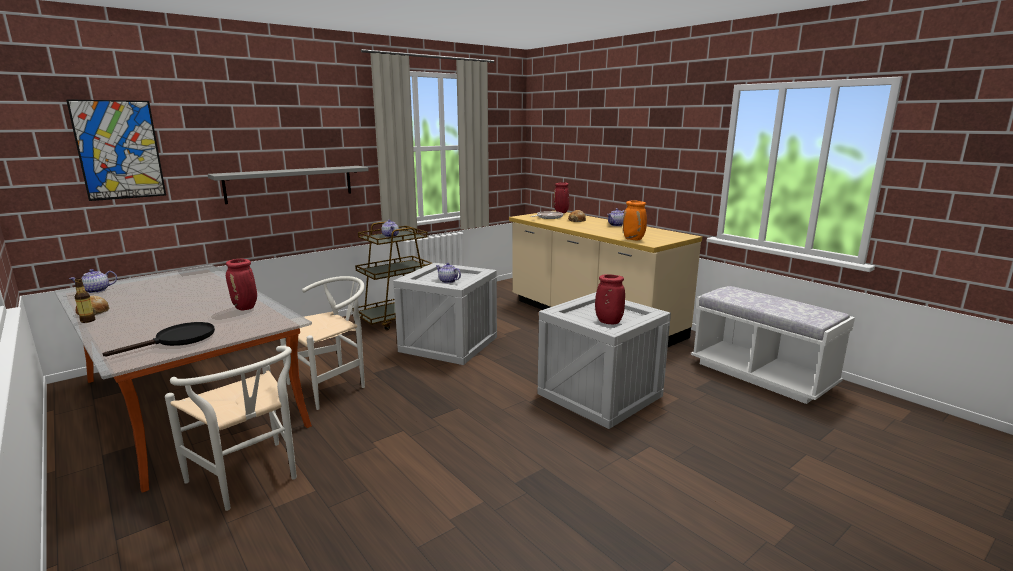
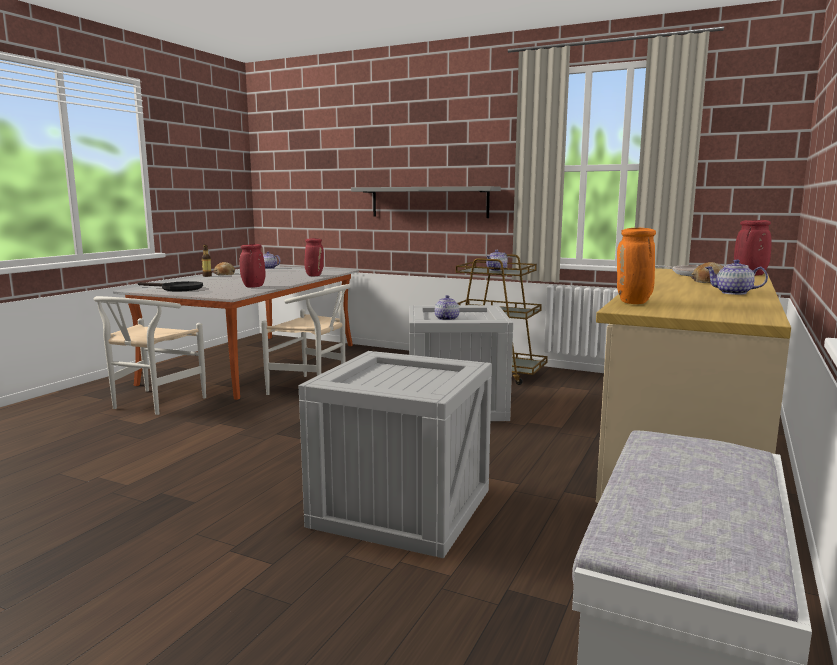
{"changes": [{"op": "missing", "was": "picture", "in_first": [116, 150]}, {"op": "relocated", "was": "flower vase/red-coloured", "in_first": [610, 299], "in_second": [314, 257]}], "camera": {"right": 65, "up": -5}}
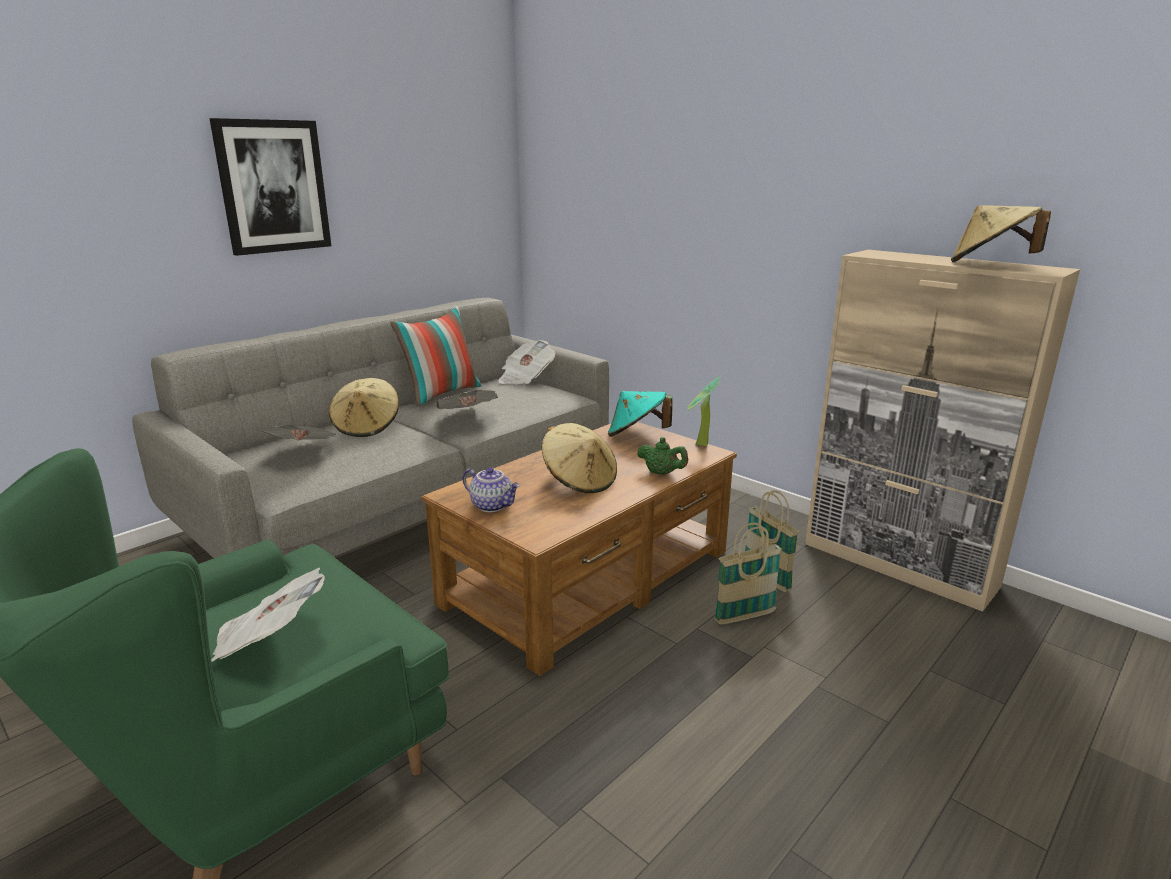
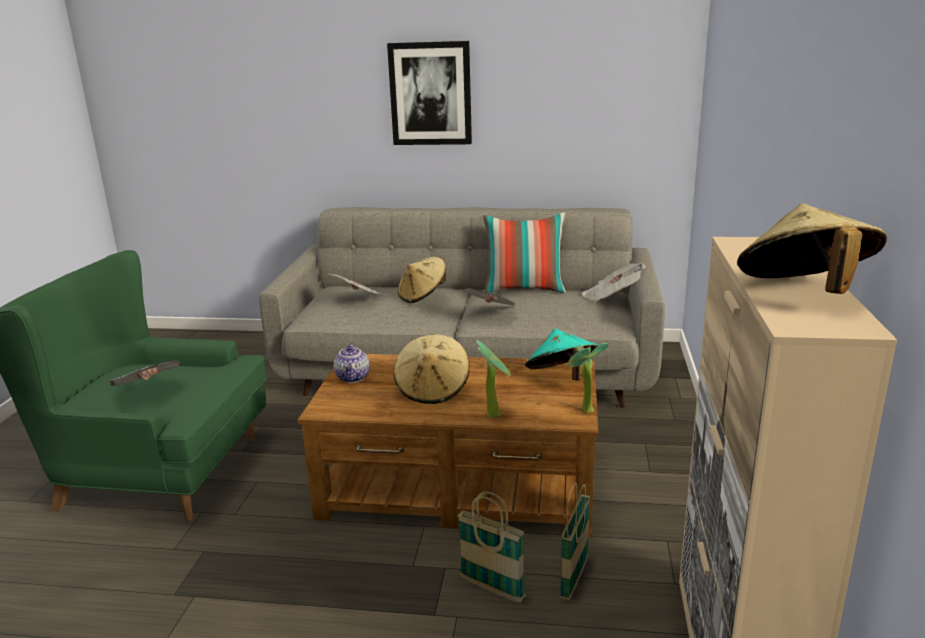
{"changes": [{"op": "exchanged", "was": "tea pot/greenish", "now": "plant in a pot", "in_first": [662, 456], "in_second": [493, 379]}], "camera": {"right": 55, "up": 0}}
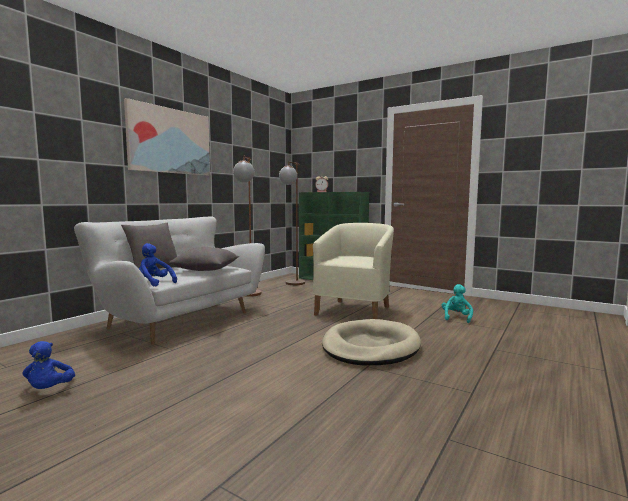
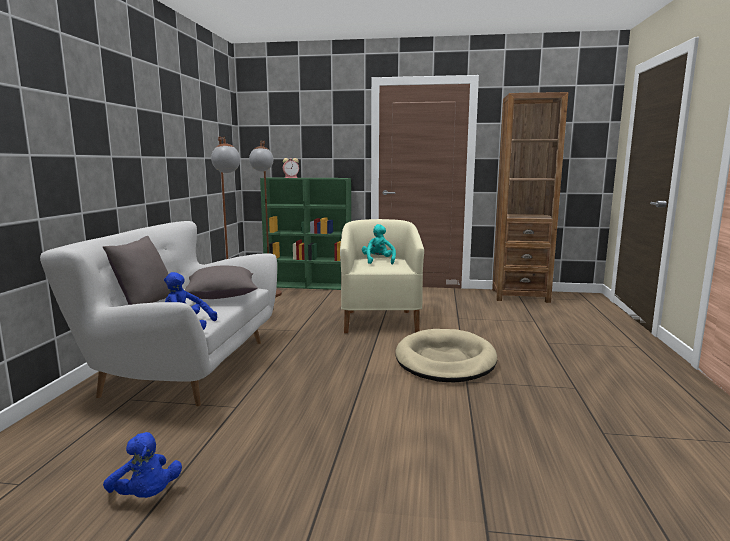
{"changes": [{"op": "missing", "was": "picture", "in_first": [167, 136]}, {"op": "relocated", "was": "plush toy/blue-green", "in_first": [457, 303], "in_second": [379, 244]}, {"op": "appeared", "now": "shelving unit/brownish", "in_second": [530, 197]}], "camera": {"right": -25, "up": 5}}
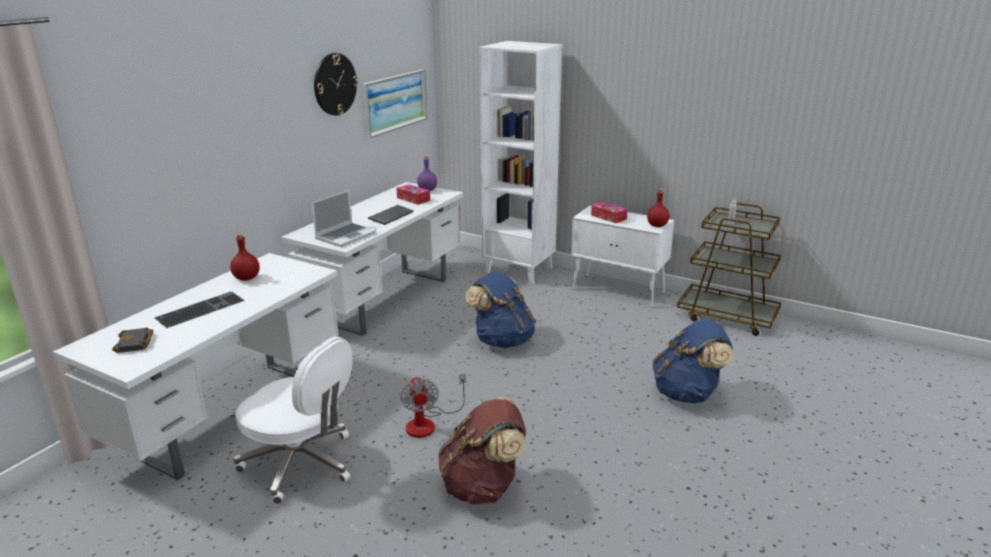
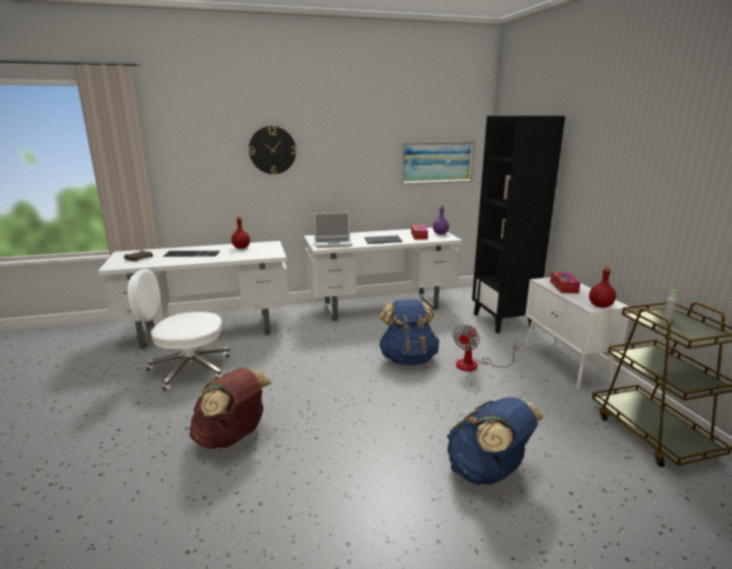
{"changes": [{"op": "colour", "was": "shelving unit/white-coloured", "now": "shelving unit/black-coloured", "in_first": [520, 162], "in_second": [518, 225]}, {"op": "relocated", "was": "wall clock", "in_first": [336, 84], "in_second": [272, 150]}, {"op": "spun", "was": "office chair/white-coloured", "in_first": [293, 420], "in_second": [179, 330], "clockwise": 105}, {"op": "relocated", "was": "cooling fan", "in_first": [433, 406], "in_second": [486, 348]}], "camera": {"right": 45, "up": -5}}
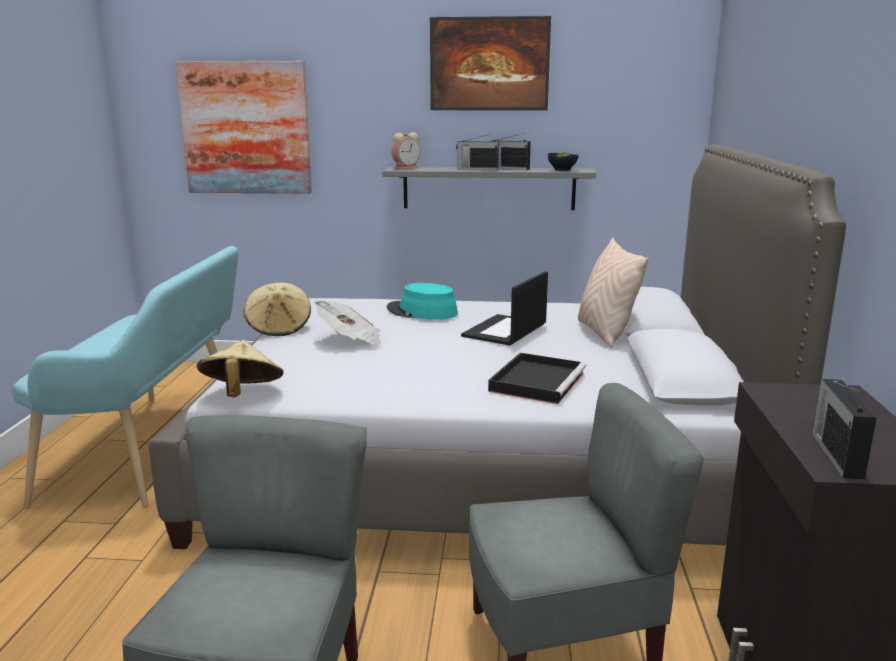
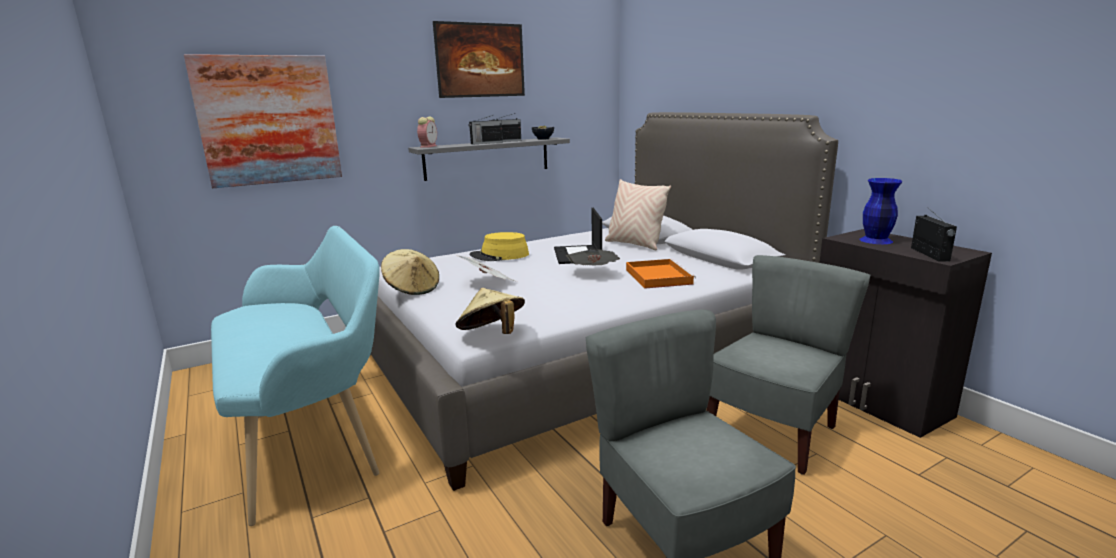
{"changes": [{"op": "colour", "was": "hat/blue-green", "now": "hat/yellow-coloured", "in_first": [422, 301], "in_second": [499, 246]}, {"op": "colour", "was": "serving tray/black-coloured", "now": "serving tray/orange", "in_first": [537, 378], "in_second": [661, 274]}, {"op": "spun", "was": "radio", "in_first": [844, 429], "in_second": [934, 234], "clockwise": -150}, {"op": "appeared", "now": "flower vase/bluish", "in_second": [880, 211]}, {"op": "appeared", "now": "daily paper", "in_second": [592, 257]}], "camera": {"right": -35, "up": 0}}
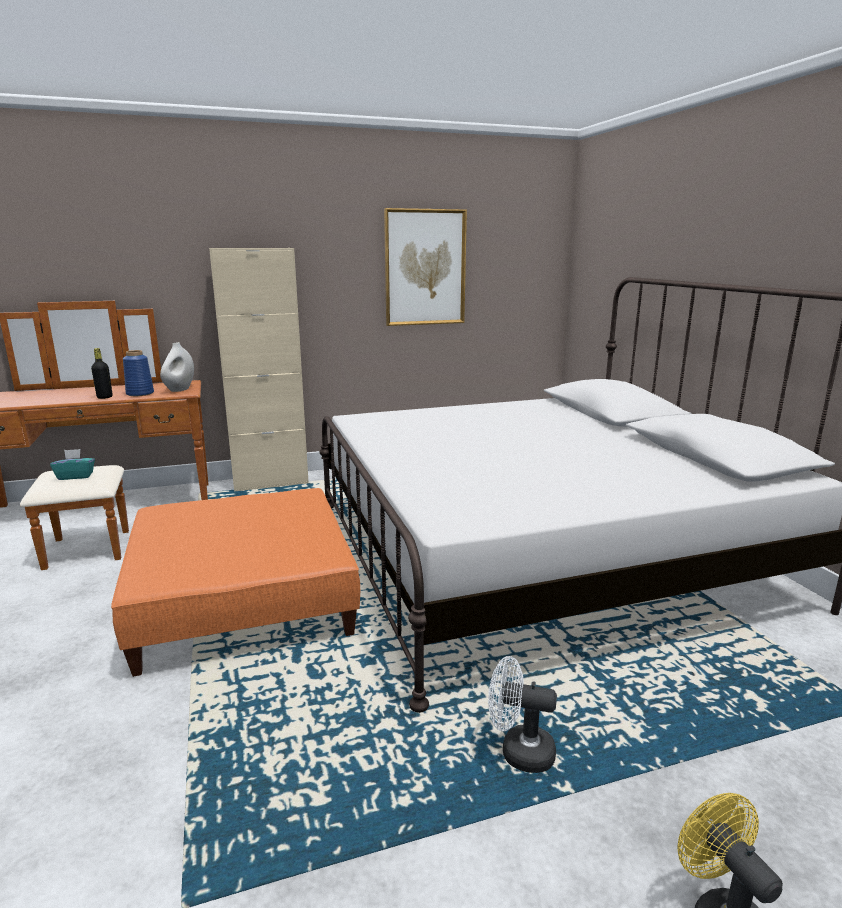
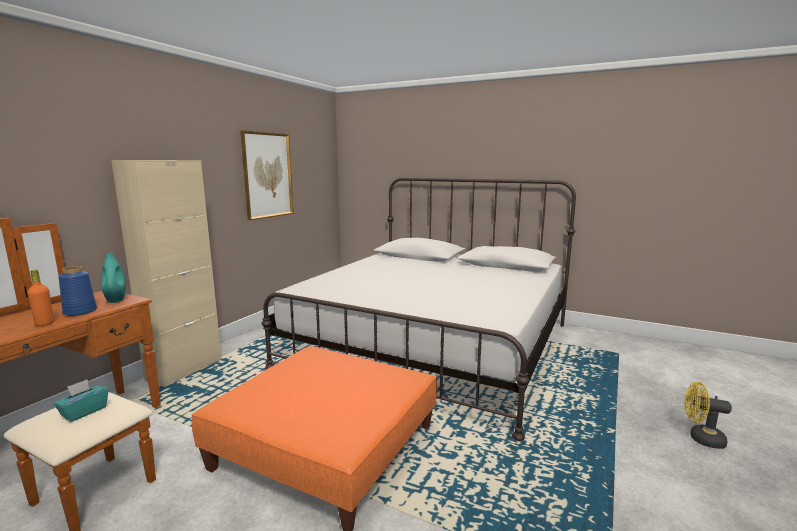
{"changes": [{"op": "colour", "was": "flower vase/white-coloured", "now": "flower vase/blue-green", "in_first": [177, 367], "in_second": [114, 278]}, {"op": "colour", "was": "beverage bottle/black-coloured", "now": "beverage bottle/orange", "in_first": [102, 373], "in_second": [41, 298]}, {"op": "missing", "was": "cooling fan/white-coloured", "in_first": [522, 714]}], "camera": {"right": -45, "up": -5}}
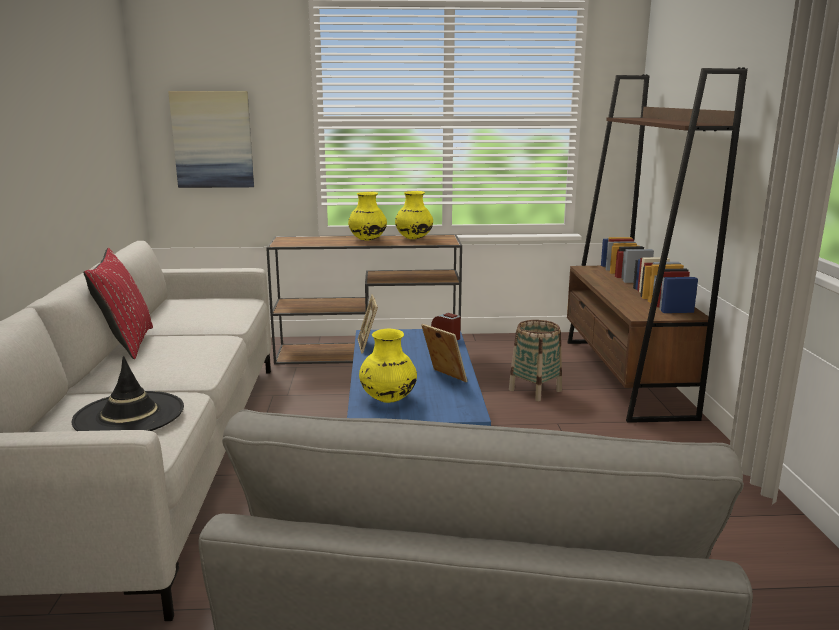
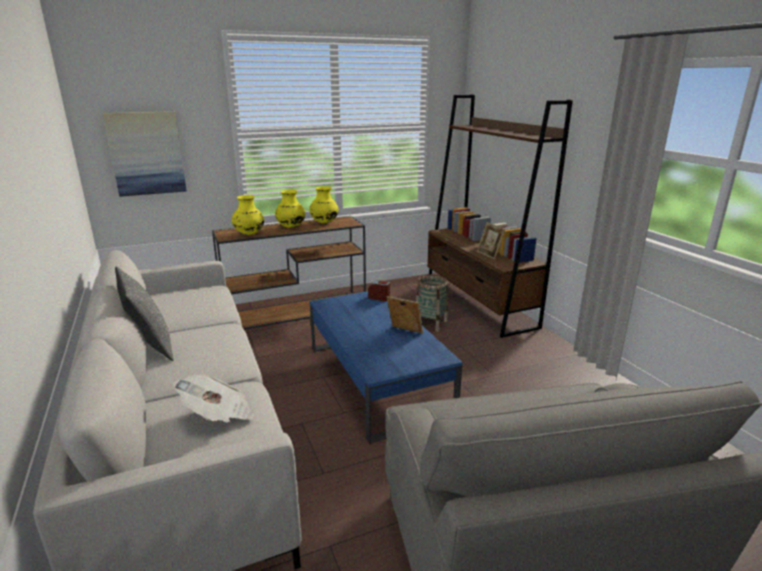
{"changes": [{"op": "colour", "was": "throw pillow/red-coloured", "now": "throw pillow/gray", "in_first": [118, 303], "in_second": [144, 313]}, {"op": "relocated", "was": "picture frame", "in_first": [367, 324], "in_second": [491, 240]}, {"op": "relocated", "was": "flower vase/yellow-coloured", "in_first": [388, 366], "in_second": [248, 215]}, {"op": "exchanged", "was": "hat/black-coloured", "now": "daily paper", "in_first": [127, 393], "in_second": [214, 398]}], "camera": {"right": -20, "up": 5}}
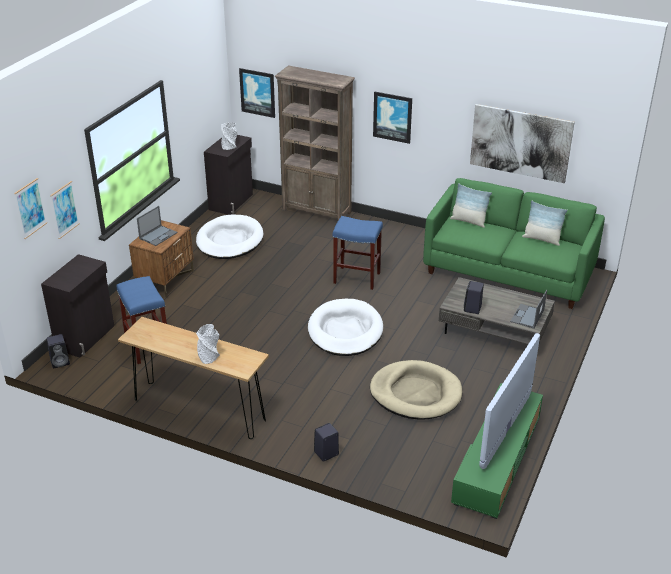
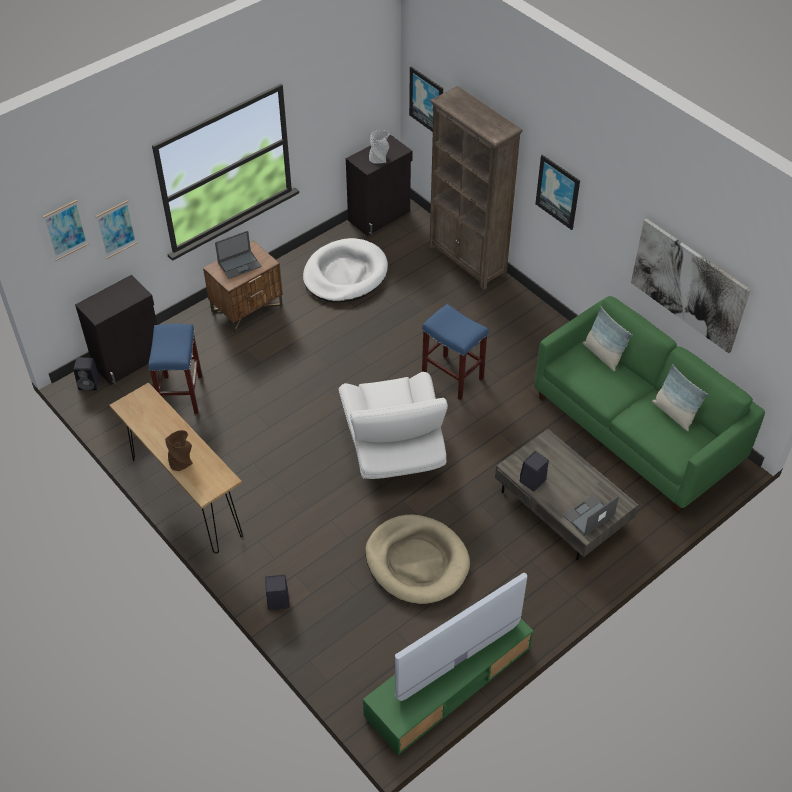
{"changes": [{"op": "exchanged", "was": "dog bed/white-coloured", "now": "easy chair/white-coloured", "in_first": [345, 327], "in_second": [393, 425]}, {"op": "colour", "was": "flower vase/gray", "now": "flower vase/brownish", "in_first": [208, 344], "in_second": [179, 450]}], "camera": {"right": 25, "up": 15}}
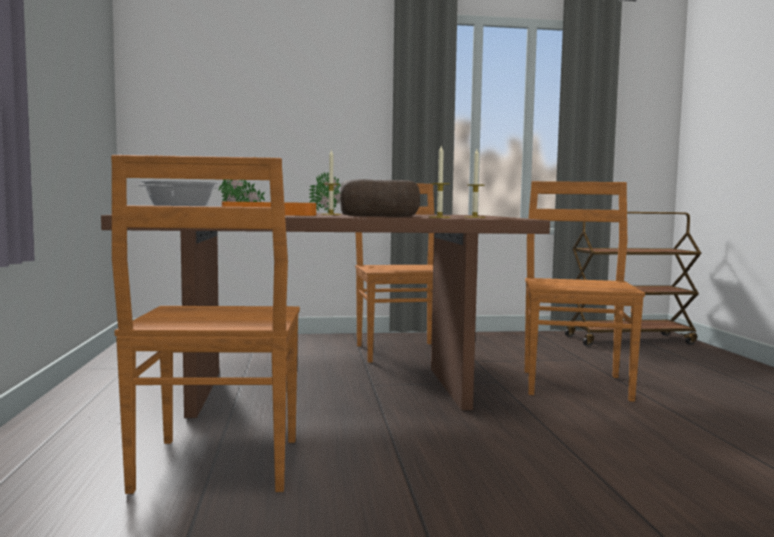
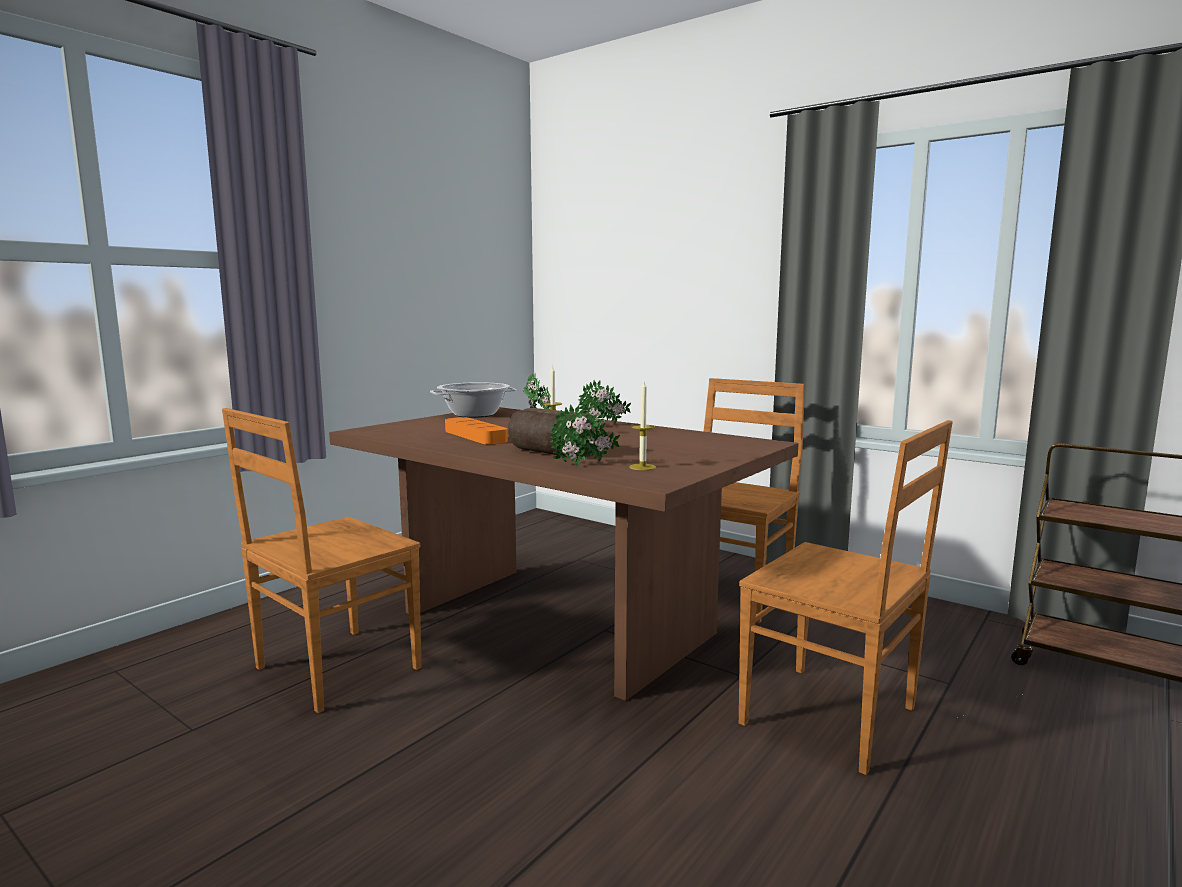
{"changes": [{"op": "exchanged", "was": "wax light", "now": "plant in a pot", "in_first": [440, 182], "in_second": [585, 435]}, {"op": "spun", "was": "upright chair/brownish", "in_first": [585, 291], "in_second": [846, 597], "clockwise": 75}], "camera": {"right": 45, "up": 5}}
